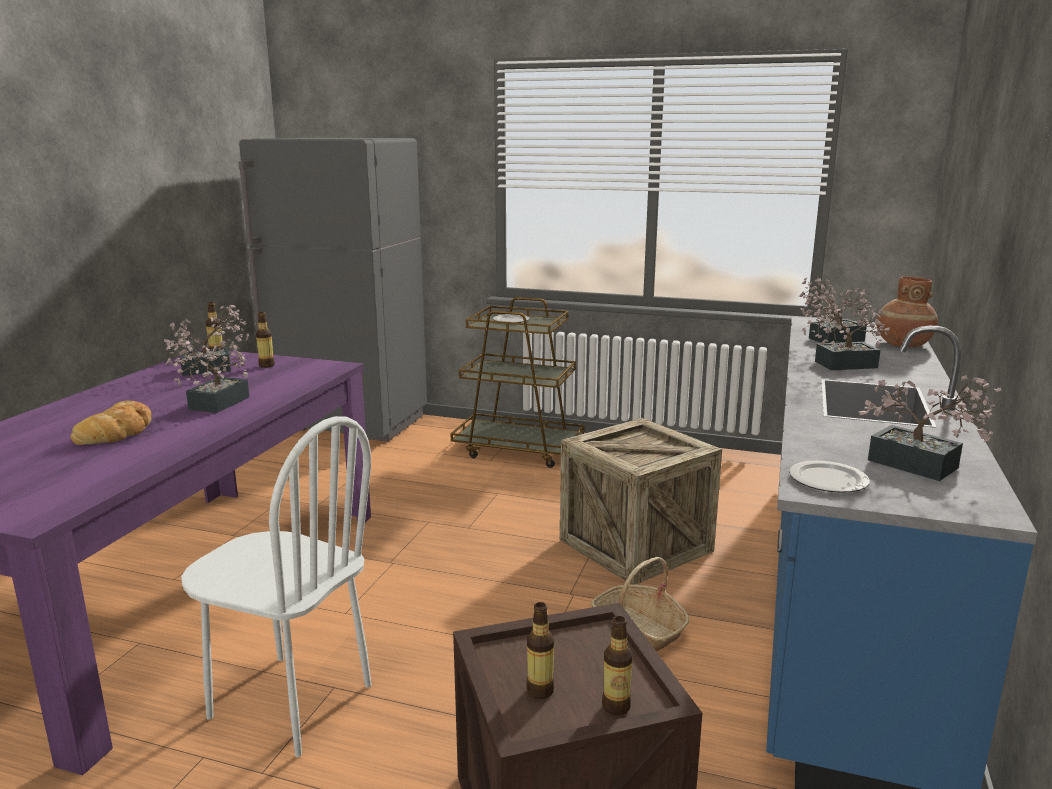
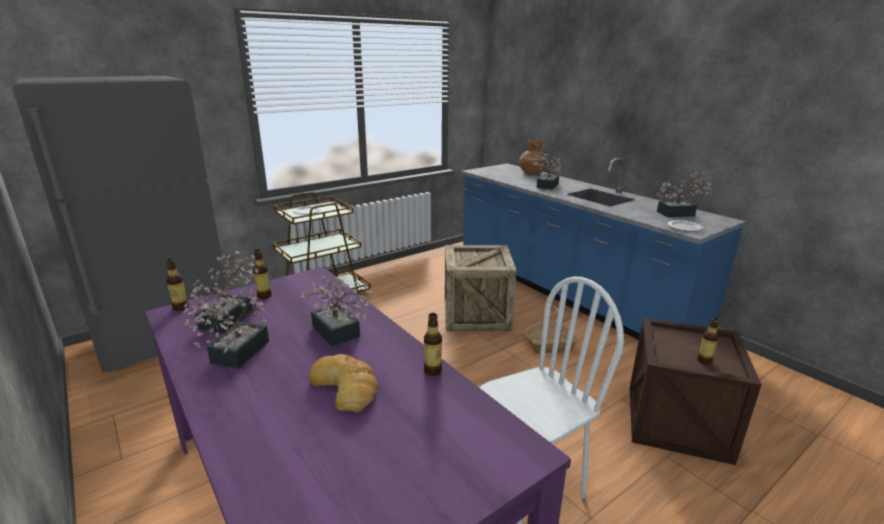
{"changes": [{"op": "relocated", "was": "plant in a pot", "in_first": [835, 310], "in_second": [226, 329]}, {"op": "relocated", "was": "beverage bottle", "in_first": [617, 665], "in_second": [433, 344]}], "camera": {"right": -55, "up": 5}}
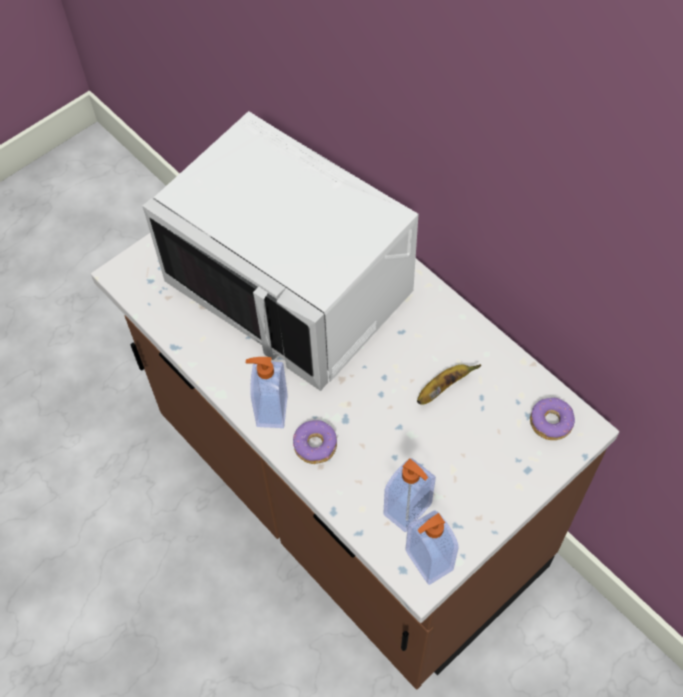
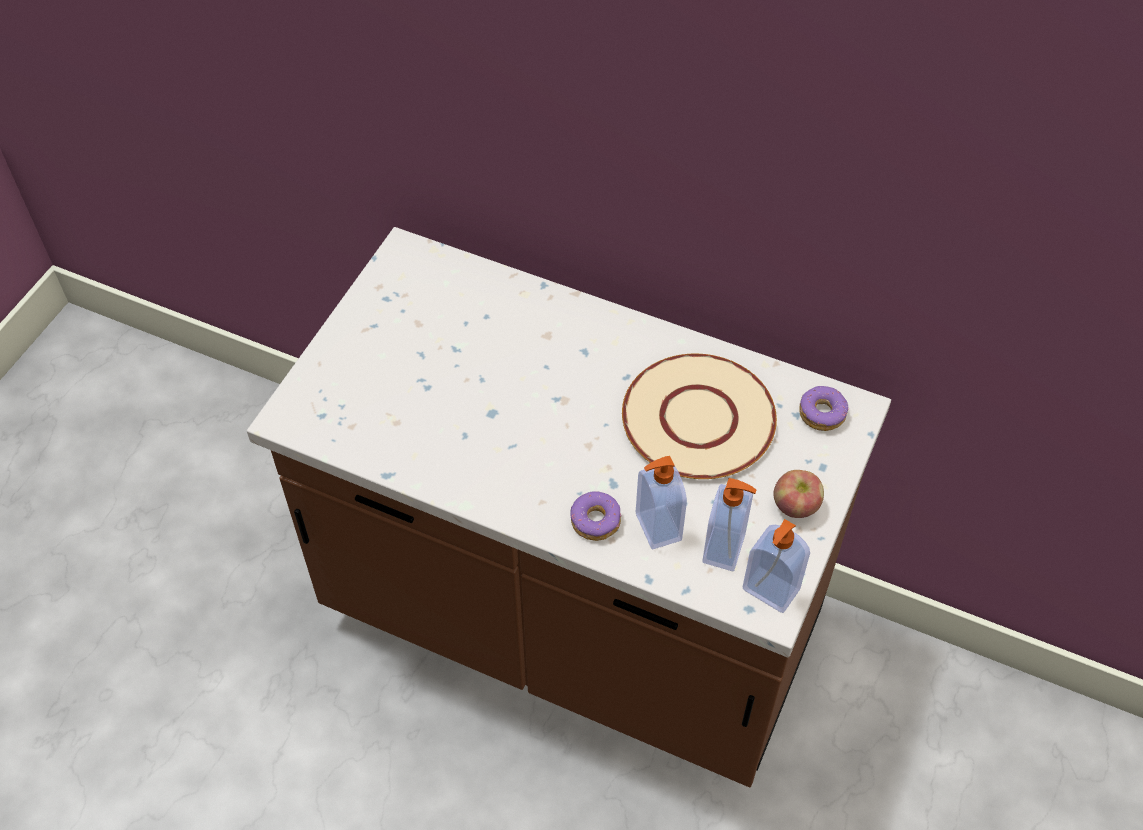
{"changes": [{"op": "missing", "was": "kitchen microwave/white-coloured", "in_first": [281, 251]}, {"op": "relocated", "was": "liquid soap bottle", "in_first": [266, 392], "in_second": [661, 503]}, {"op": "exchanged", "was": "banana", "now": "flat dish/sand-coloured", "in_first": [449, 384], "in_second": [699, 416]}, {"op": "appeared", "now": "apple", "in_second": [798, 494]}], "camera": {"right": -25, "up": -5}}
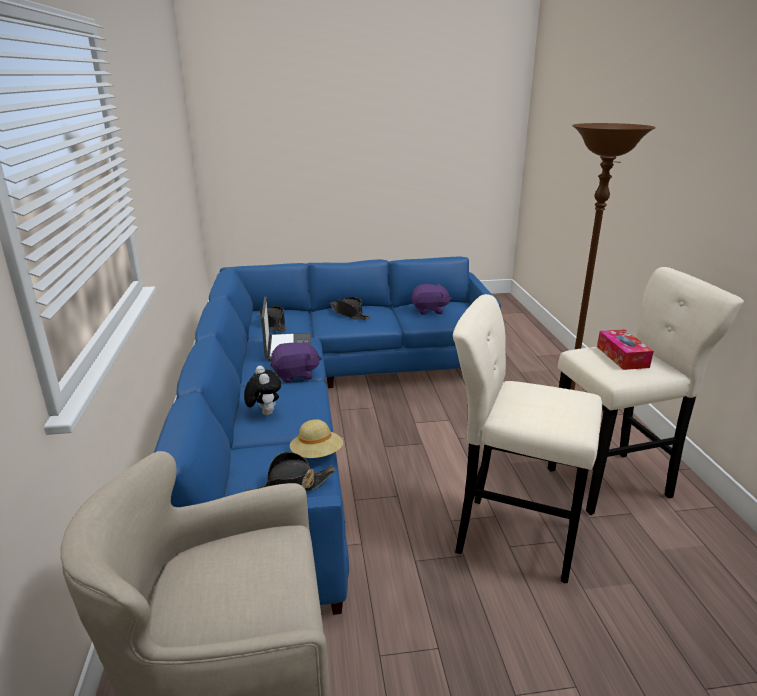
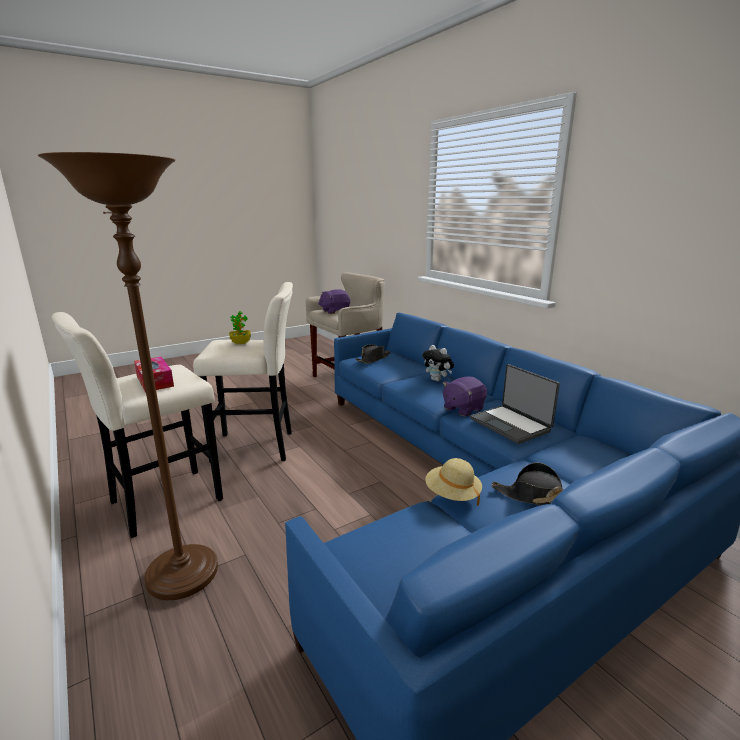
{"changes": [{"op": "relocated", "was": "plush toy/purple", "in_first": [431, 299], "in_second": [334, 301]}, {"op": "missing", "was": "hat/black-coloured", "in_first": [272, 318]}, {"op": "relocated", "was": "hat/sand-coloured", "in_first": [316, 438], "in_second": [453, 482]}, {"op": "appeared", "now": "plant in a pot", "in_second": [240, 327]}], "camera": {"right": 155, "up": -5}}
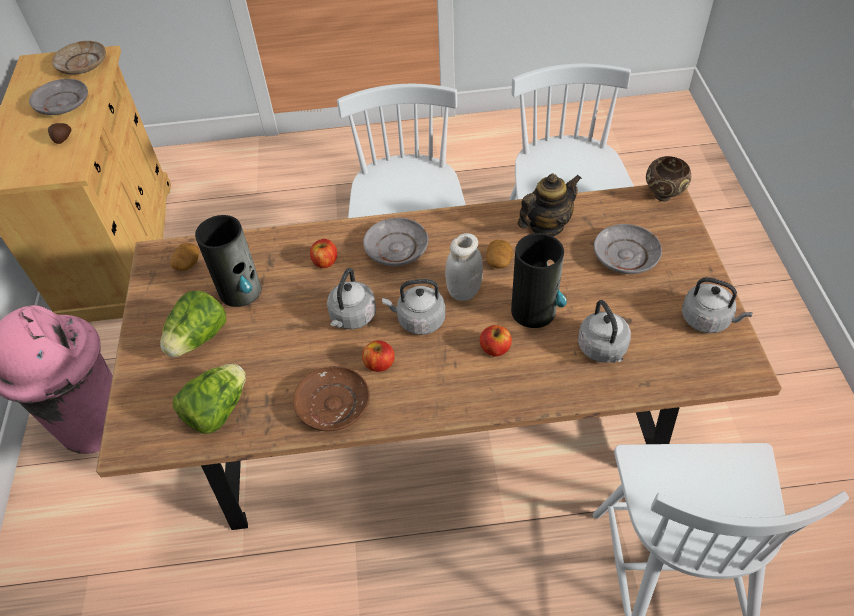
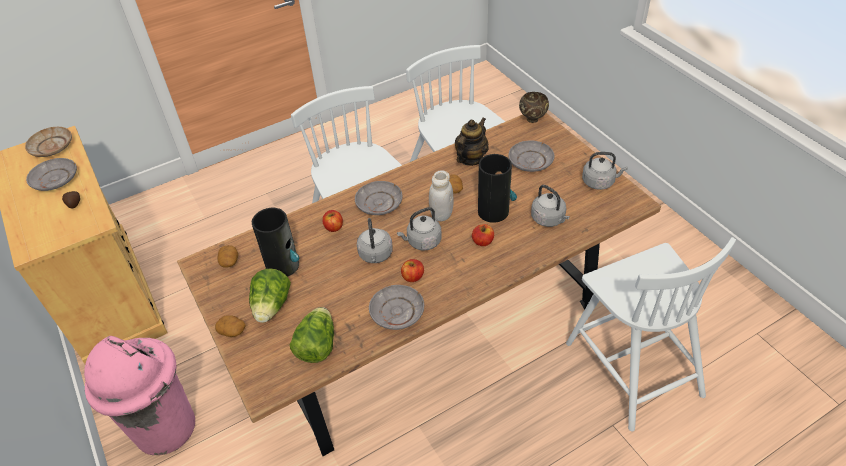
{"changes": [{"op": "colour", "was": "flat dish/brownish", "now": "flat dish/gray", "in_first": [331, 398], "in_second": [396, 307]}, {"op": "appeared", "now": "potato", "in_second": [230, 326]}], "camera": {"right": -25, "up": -5}}
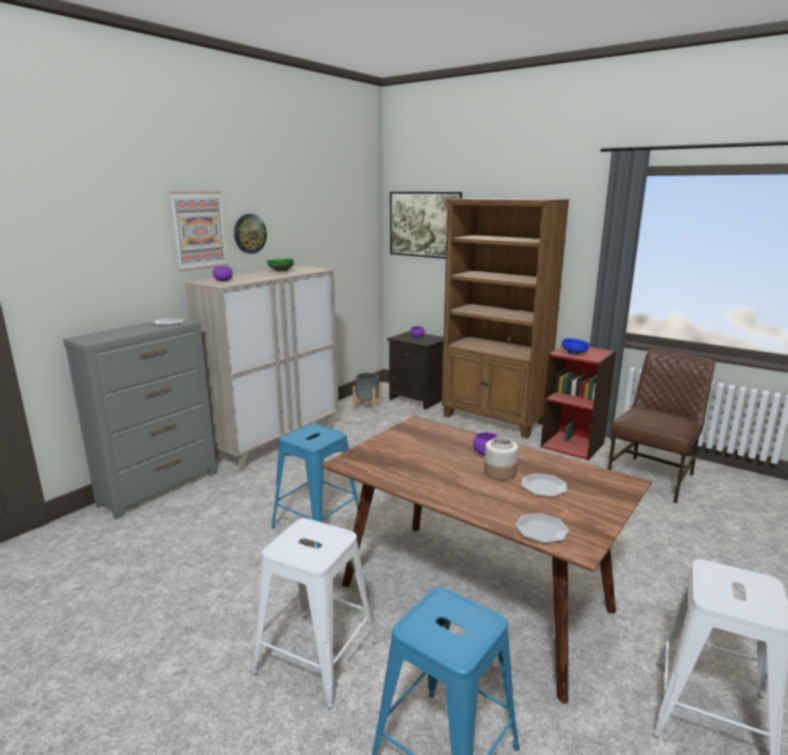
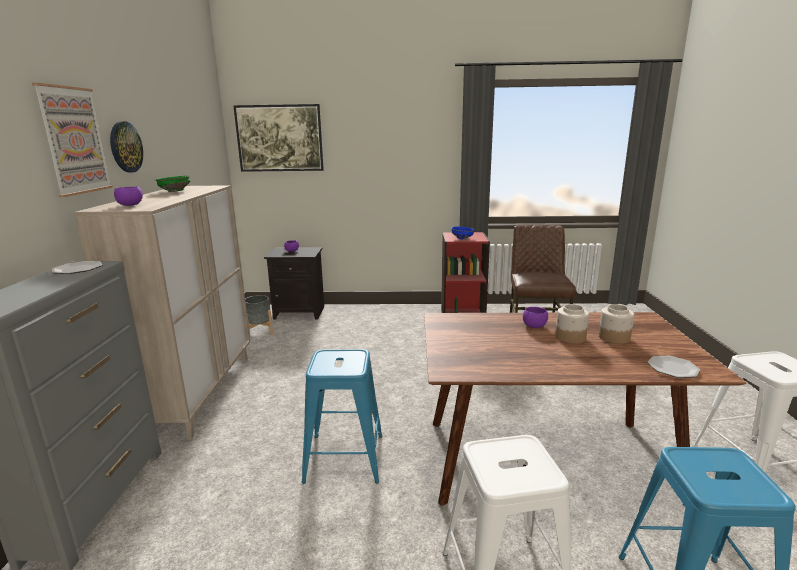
{"changes": [{"op": "missing", "was": "shelving unit/brownish", "in_first": [505, 318]}, {"op": "exchanged", "was": "flat dish", "now": "jar", "in_first": [544, 485], "in_second": [616, 324]}], "camera": {"right": -35, "up": 0}}
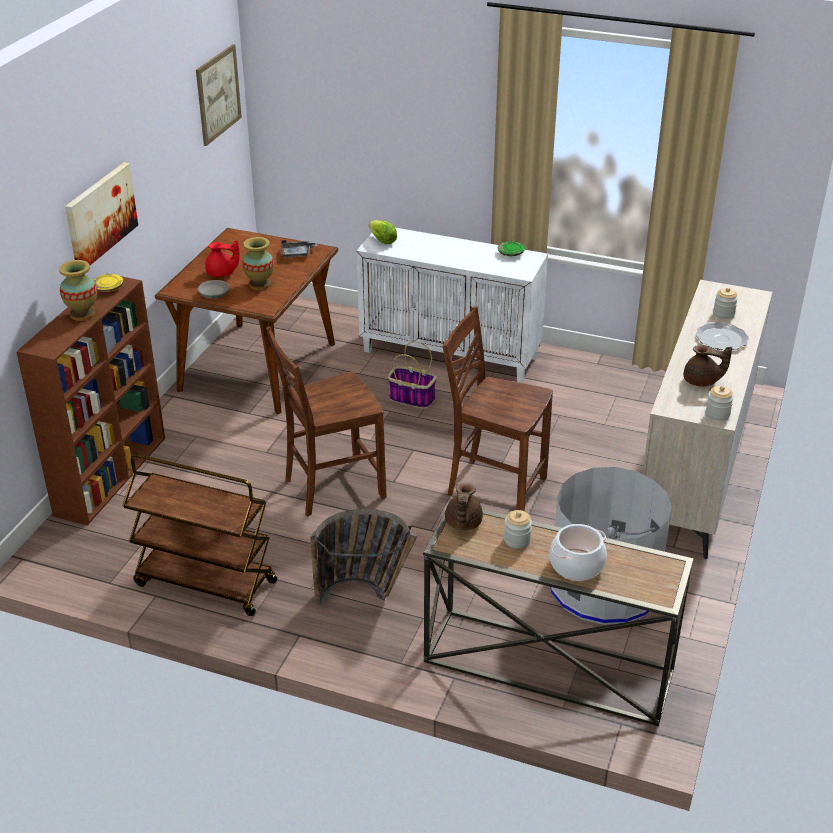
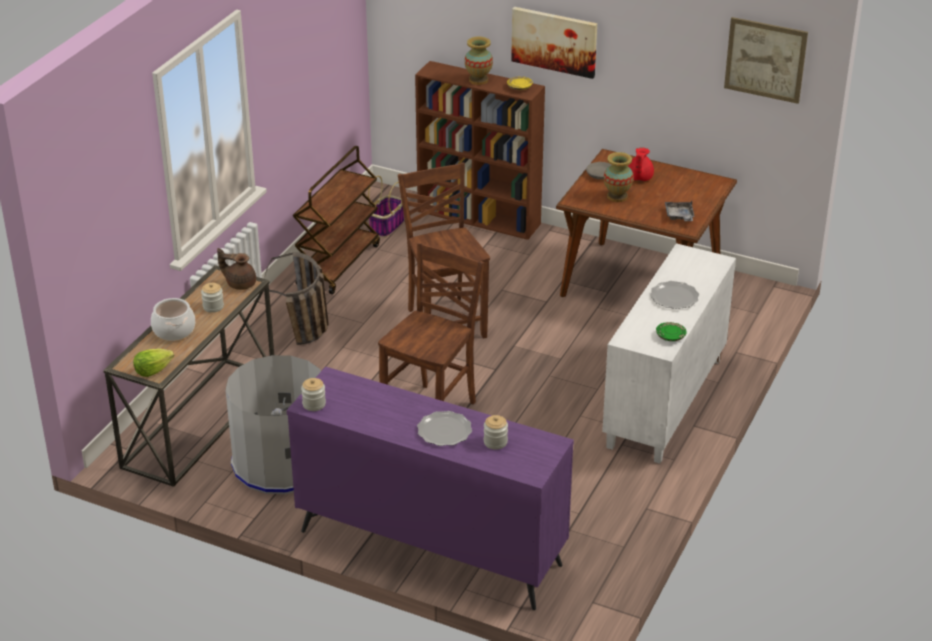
{"changes": [{"op": "relocated", "was": "lettuce head", "in_first": [383, 232], "in_second": [153, 363]}, {"op": "colour", "was": "dresser/sand-coloured", "now": "dresser/purple", "in_first": [707, 419], "in_second": [430, 488]}, {"op": "relocated", "was": "storage basket", "in_first": [412, 375], "in_second": [386, 207]}, {"op": "missing", "was": "tea pot/brownish", "in_first": [708, 366]}, {"op": "appeared", "now": "flat dish", "in_second": [674, 295]}], "camera": {"right": 95, "up": 0}}
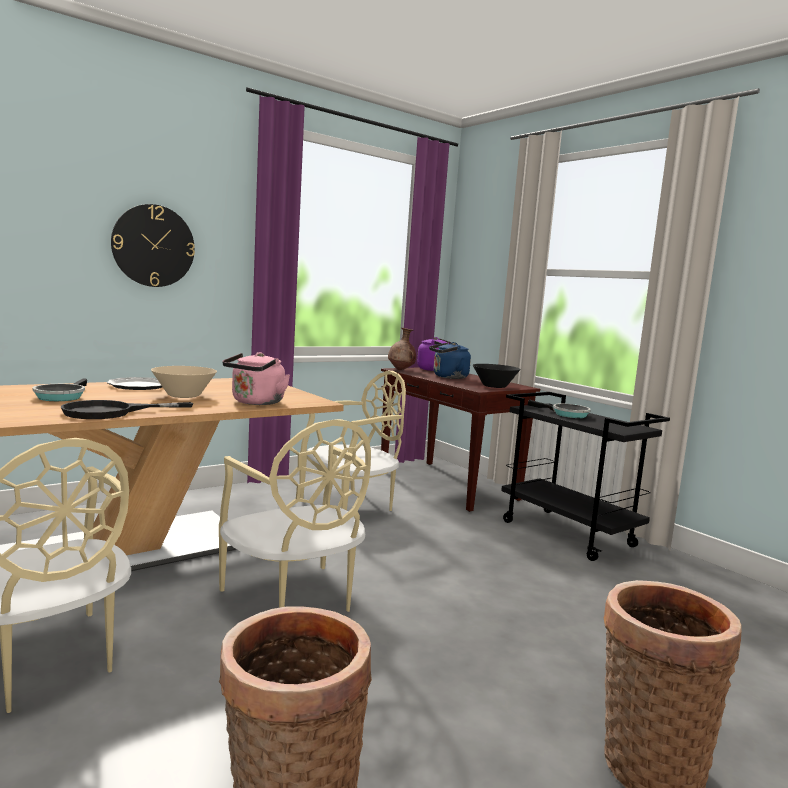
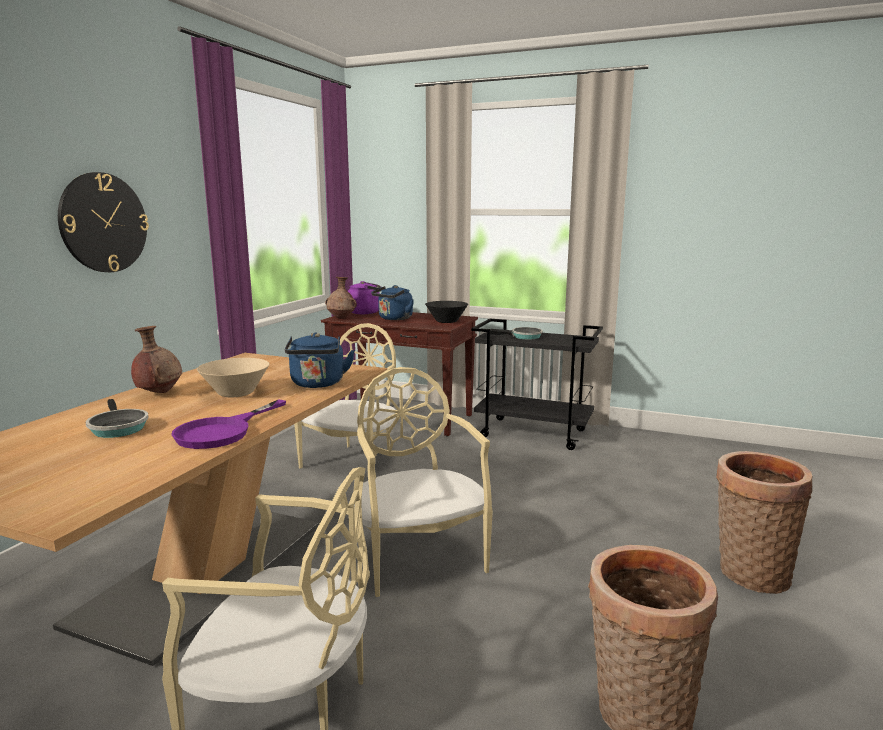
{"changes": [{"op": "colour", "was": "water kettle/pink-coloured", "now": "water kettle/bluish", "in_first": [256, 378], "in_second": [320, 360]}, {"op": "exchanged", "was": "flat dish", "now": "flower vase/brownish", "in_first": [134, 383], "in_second": [156, 359]}, {"op": "colour", "was": "pan/black-coloured", "now": "pan/purple", "in_first": [127, 409], "in_second": [228, 424]}, {"op": "spun", "was": "upright chair/sand-coloured", "in_first": [295, 515], "in_second": [423, 482], "clockwise": -135}], "camera": {"right": -30, "up": 5}}
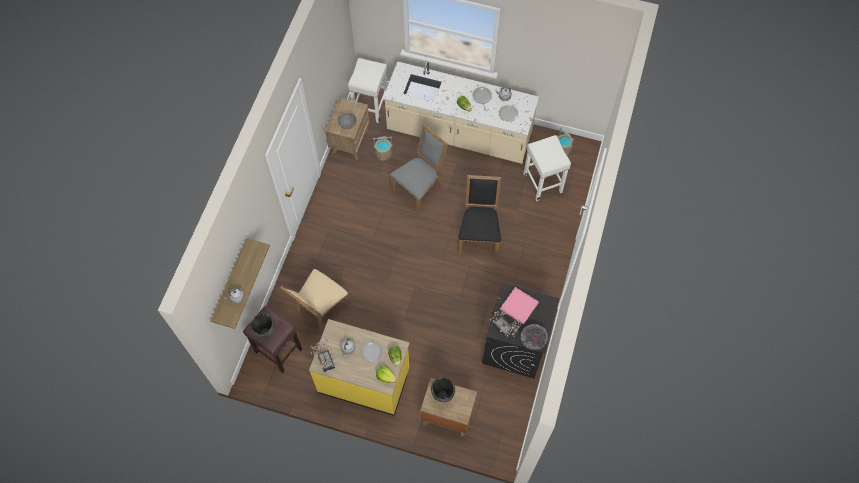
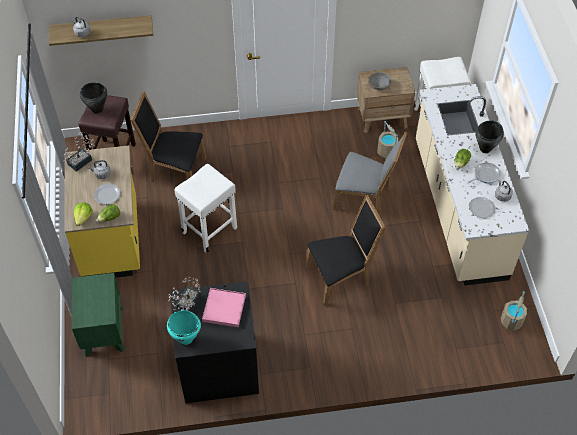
{"changes": [{"op": "relocated", "was": "sitting stool/white-coloured", "in_first": [547, 168], "in_second": [206, 208]}, {"op": "colour", "was": "upright chair/sand-coloured", "now": "upright chair/black-coloured", "in_first": [315, 300], "in_second": [168, 136]}, {"op": "exchanged", "was": "deep dish", "now": "saucepot/blue-green", "in_first": [534, 337], "in_second": [184, 327]}, {"op": "relocated", "was": "saucepot/black-coloured", "in_first": [443, 389], "in_second": [489, 137]}, {"op": "colour", "was": "bedside table/brownish", "now": "bedside table/greenish", "in_first": [448, 407], "in_second": [98, 315]}], "camera": {"right": 65, "up": -10}}
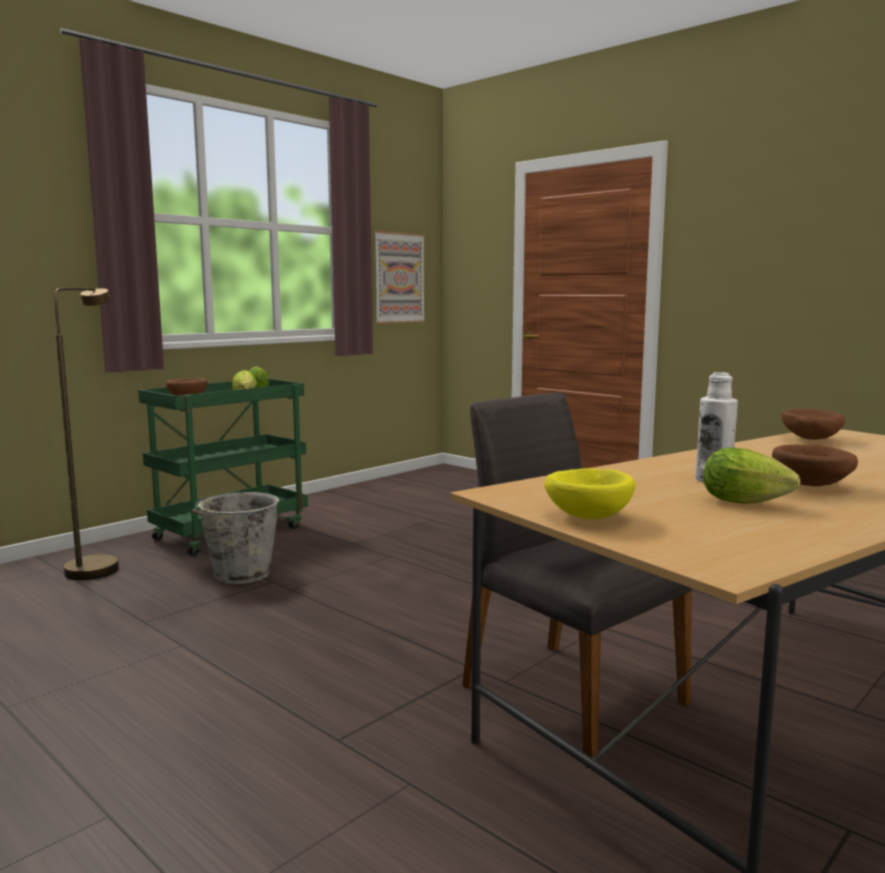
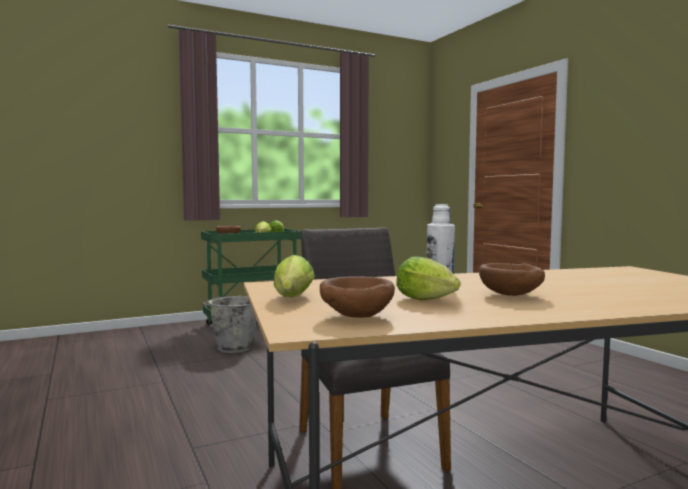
{"changes": [{"op": "missing", "was": "picture", "in_first": [399, 277]}, {"op": "missing", "was": "standard lamp/brownish", "in_first": [86, 434]}, {"op": "relocated", "was": "deep dish/brownish", "in_first": [813, 424], "in_second": [357, 297]}, {"op": "exchanged", "was": "deep dish/yellow-coloured", "now": "lettuce head", "in_first": [590, 493], "in_second": [294, 276]}], "camera": {"right": 20, "up": -5}}
